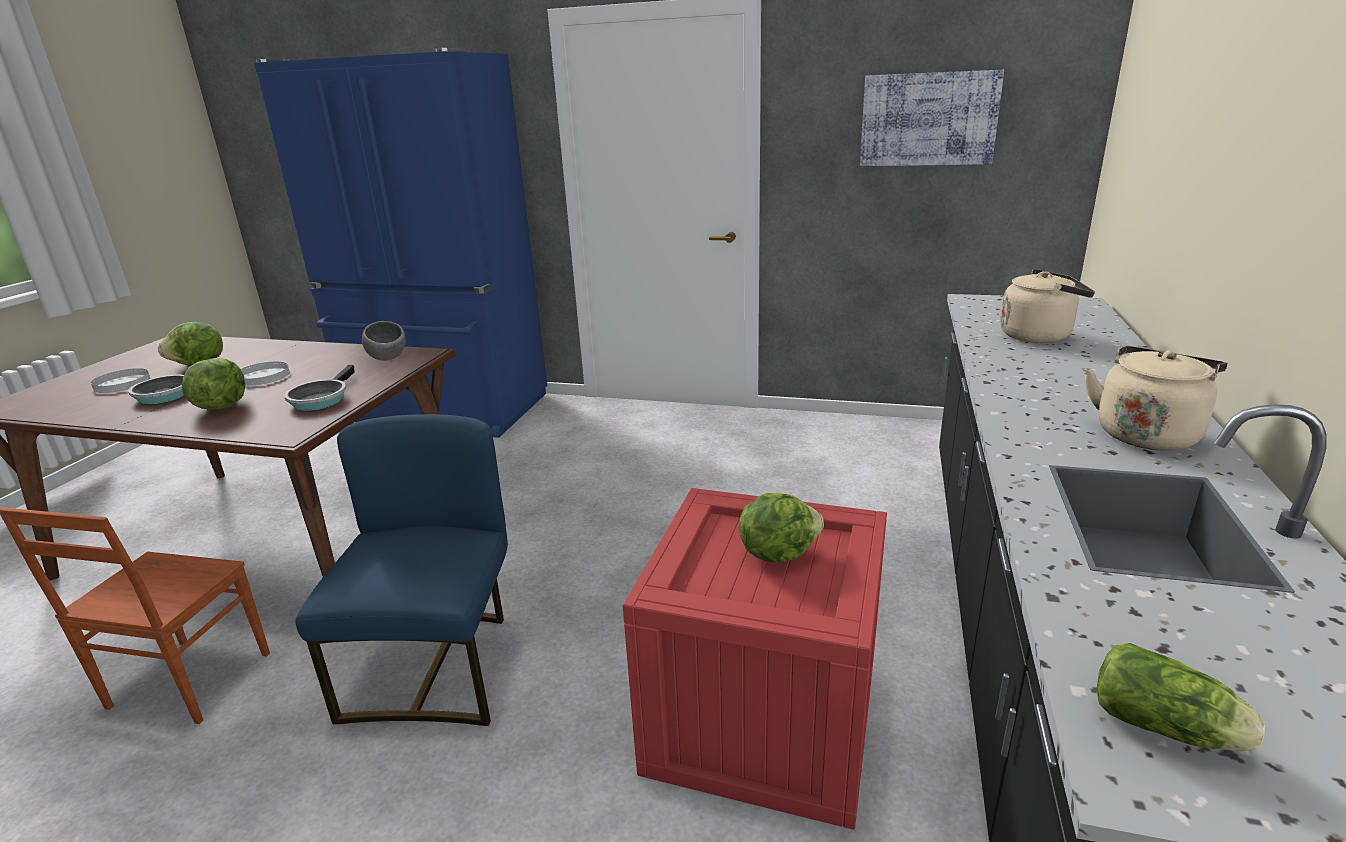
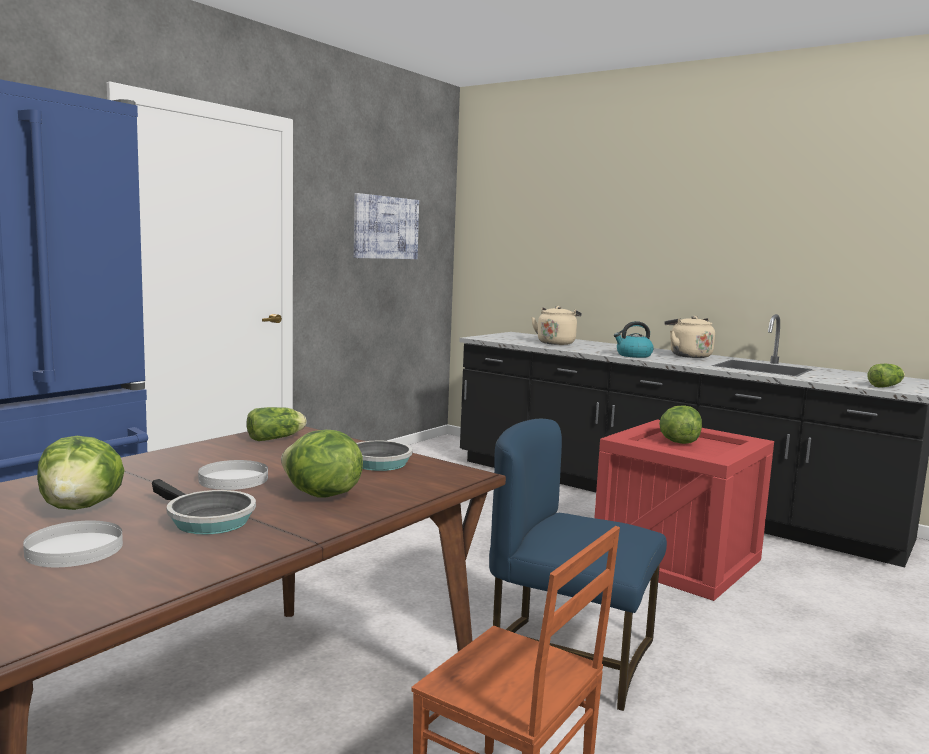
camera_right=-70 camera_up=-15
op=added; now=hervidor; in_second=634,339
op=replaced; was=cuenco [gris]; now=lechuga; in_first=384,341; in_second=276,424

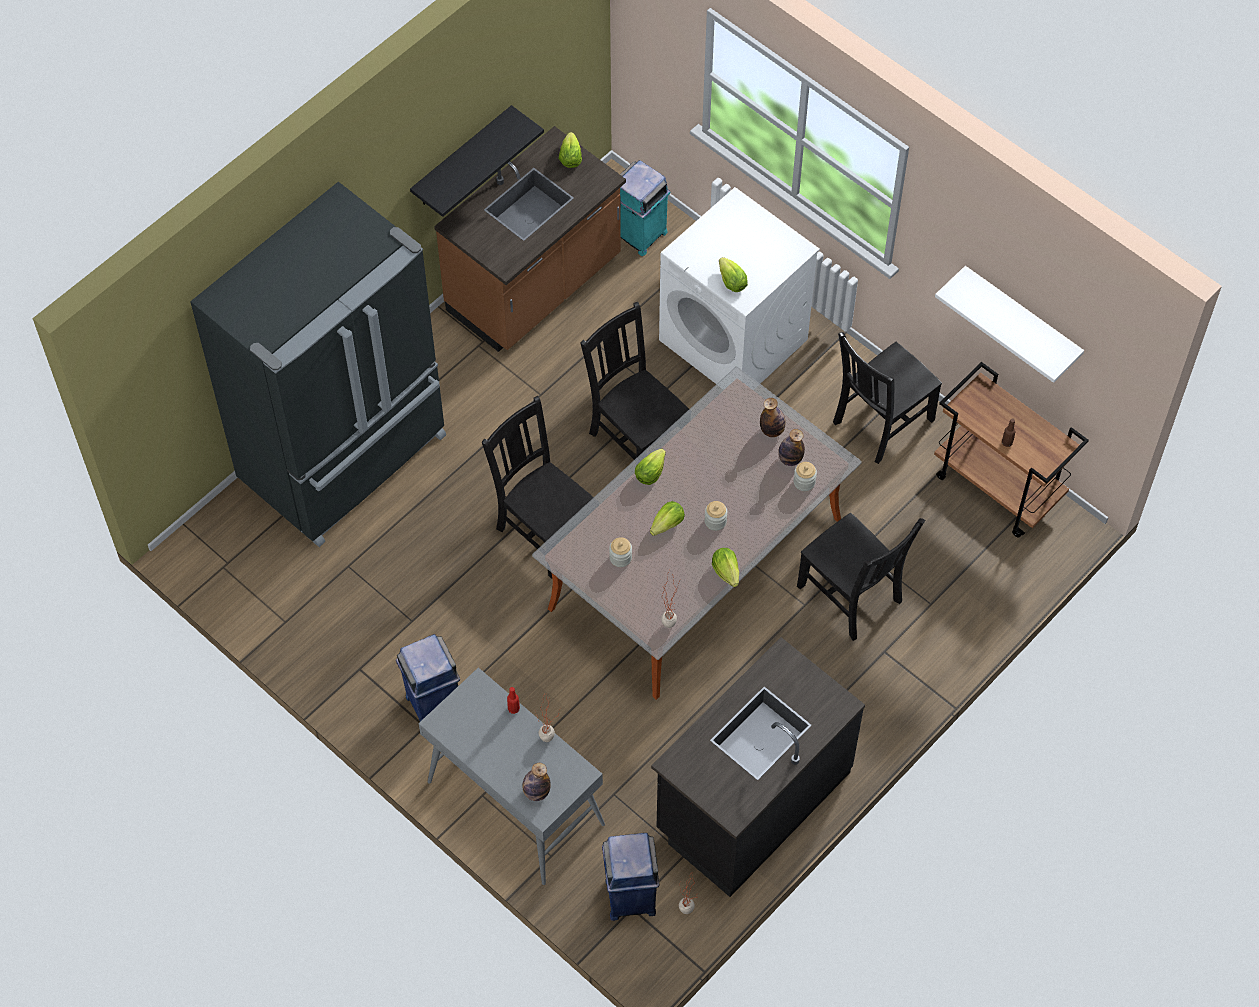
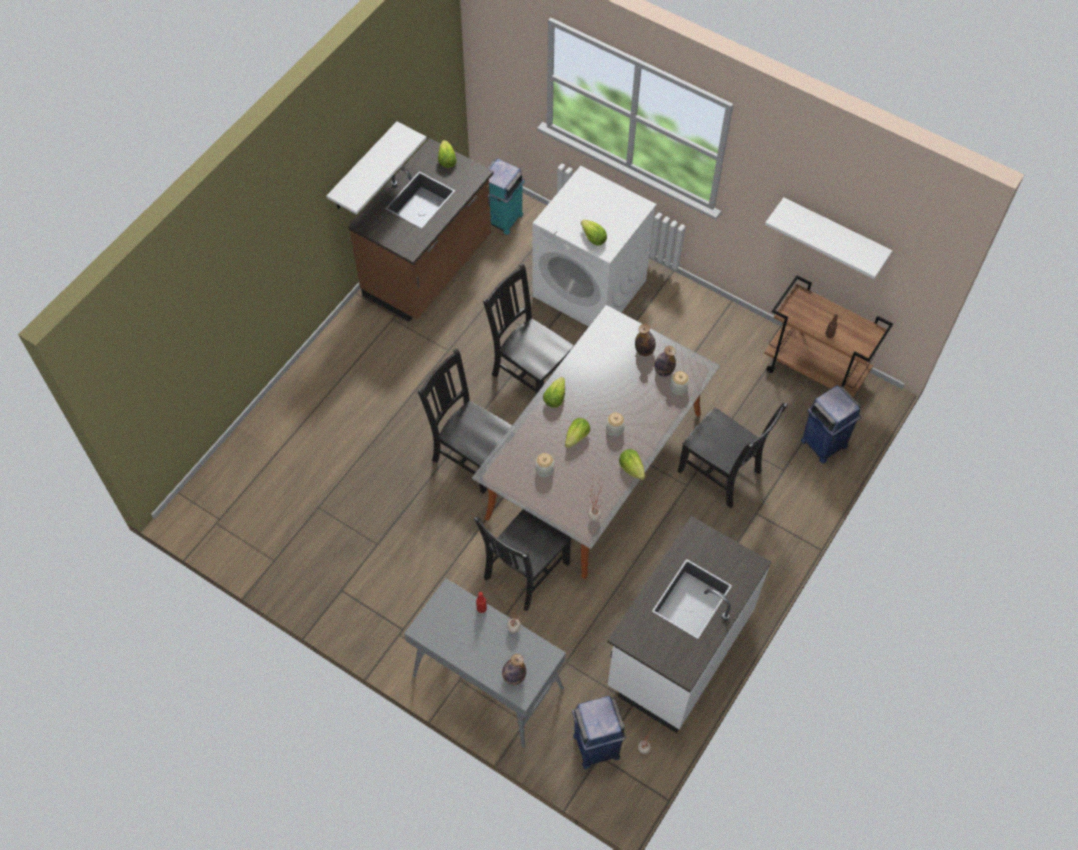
camera_right=-10 camera_up=0
op=removed; was=nevera [negro]; in_first=318,364
op=moved; was=papelera [azul]; in_first=428,677; in_second=831,424
op=moved; was=silla [negro]; in_first=887,398; in_second=522,560
op=recoloured; was=estante [negro]; now=estante [blanco]; in_first=477,161; in_second=376,168
op=recoloured; was=mueble bajo de cocina [negro]; now=mueble bajo de cocina [blanco]; in_first=758,767; in_second=689,624

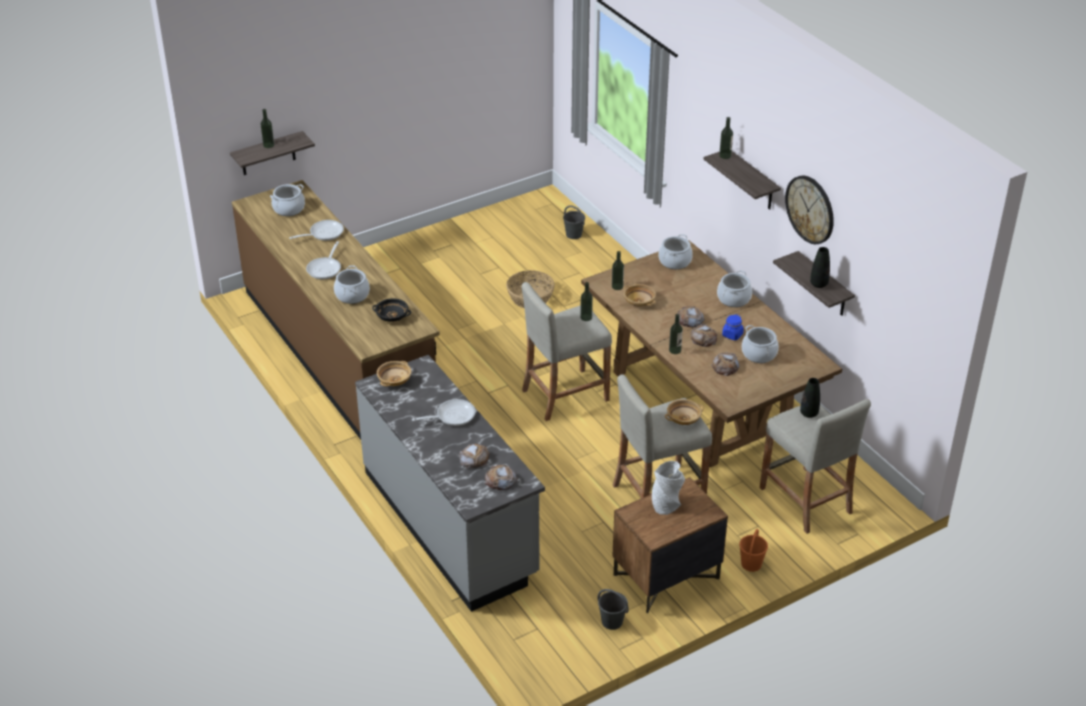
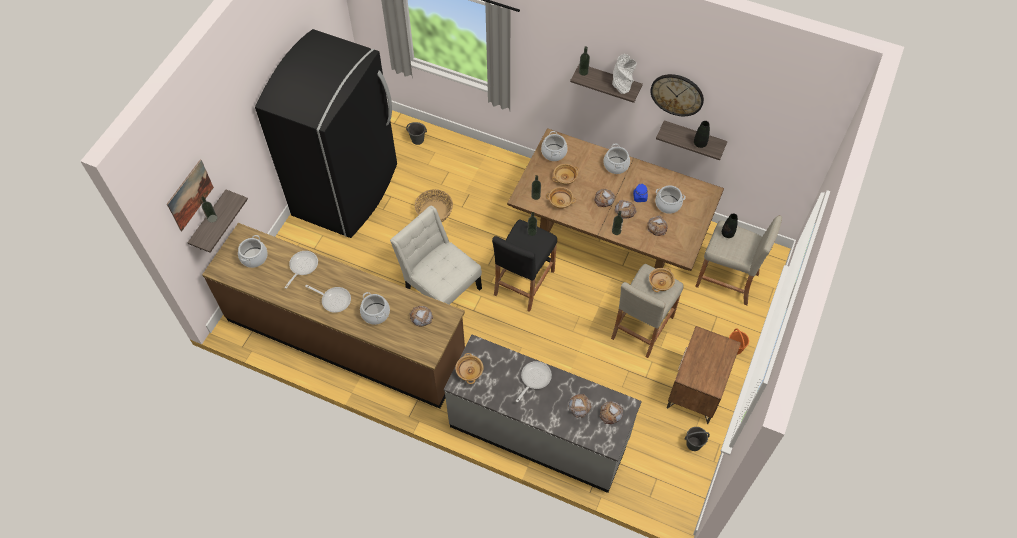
camera_right=-35 camera_up=20
op=added; now=cuadro; in_second=190,195
op=added; now=nevera [negro]; in_second=326,133
op=added; now=silla [blanco]; in_second=436,255
op=added; now=cuenco [beis]; in_second=565,174
op=moved; was=florero [gris]; in_first=668,488; in_second=624,74
op=replaced; was=cuenco [negro]; now=pan; in_first=391,310; in_second=421,316
op=recoloured; was=taburete [beis]; now=taburete [negro]; in_first=567,351; in_second=524,265
op=turned; was=sartén; in_first=323,260; in_second=328,299; clockwise=-45

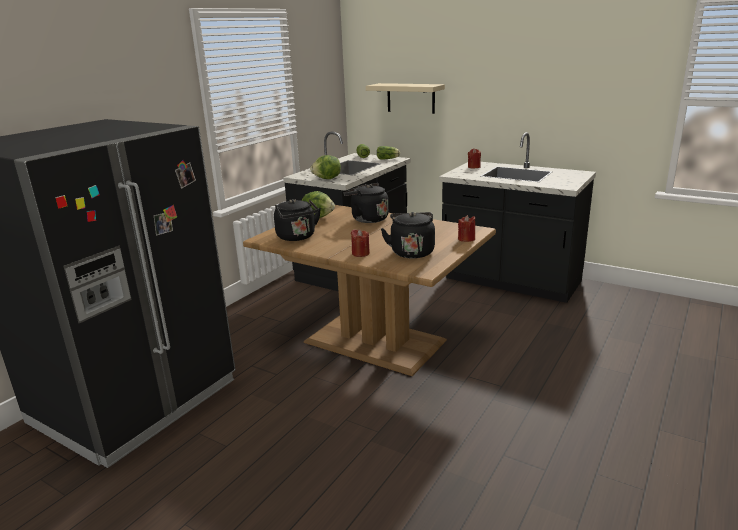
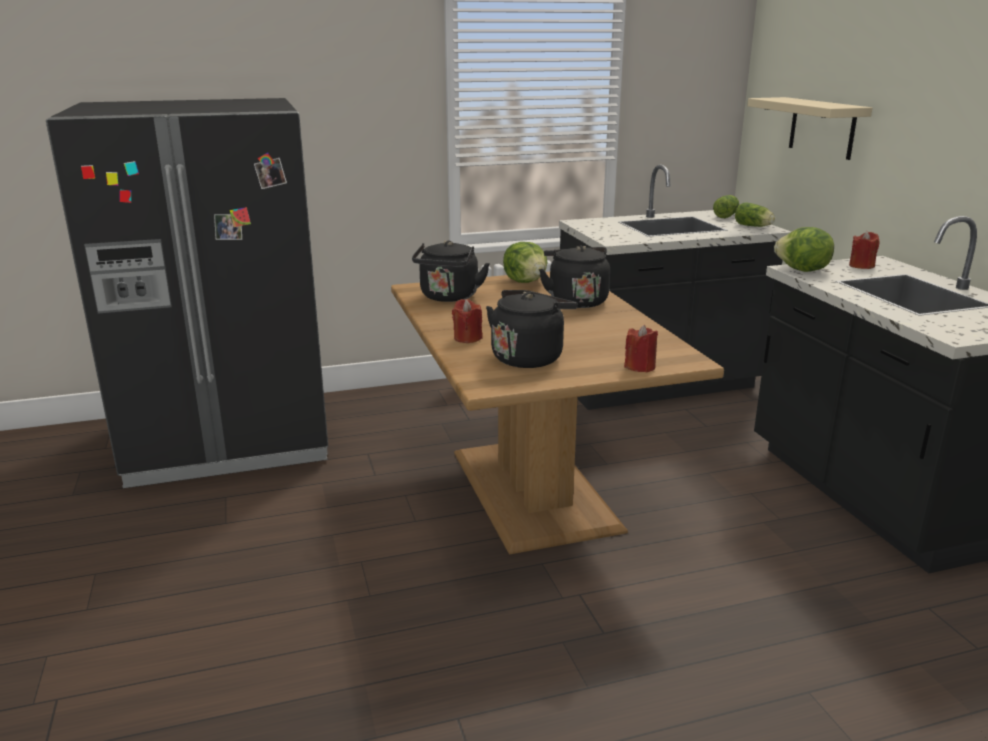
camera_right=40 camera_up=0
op=moved; was=lechuga; in_first=325,167; in_second=804,249

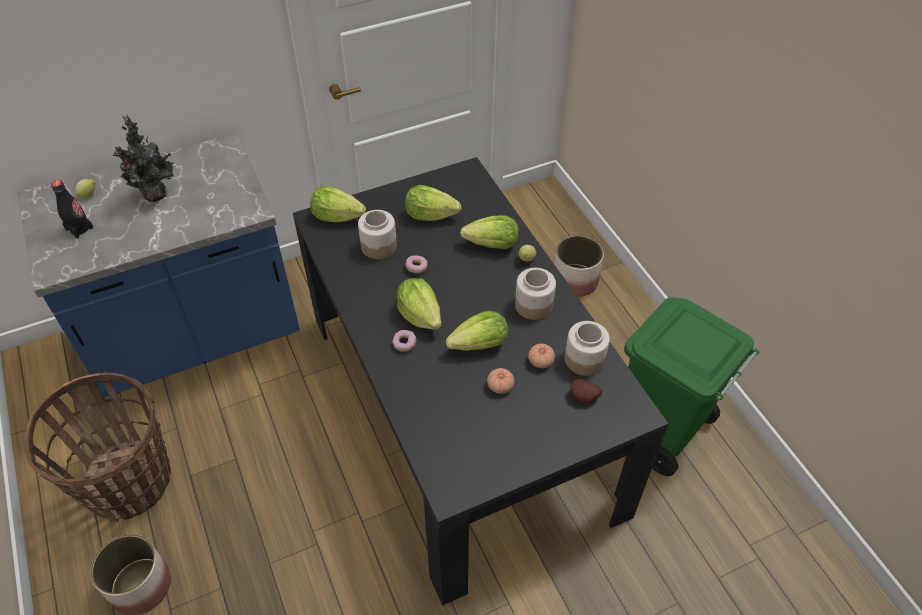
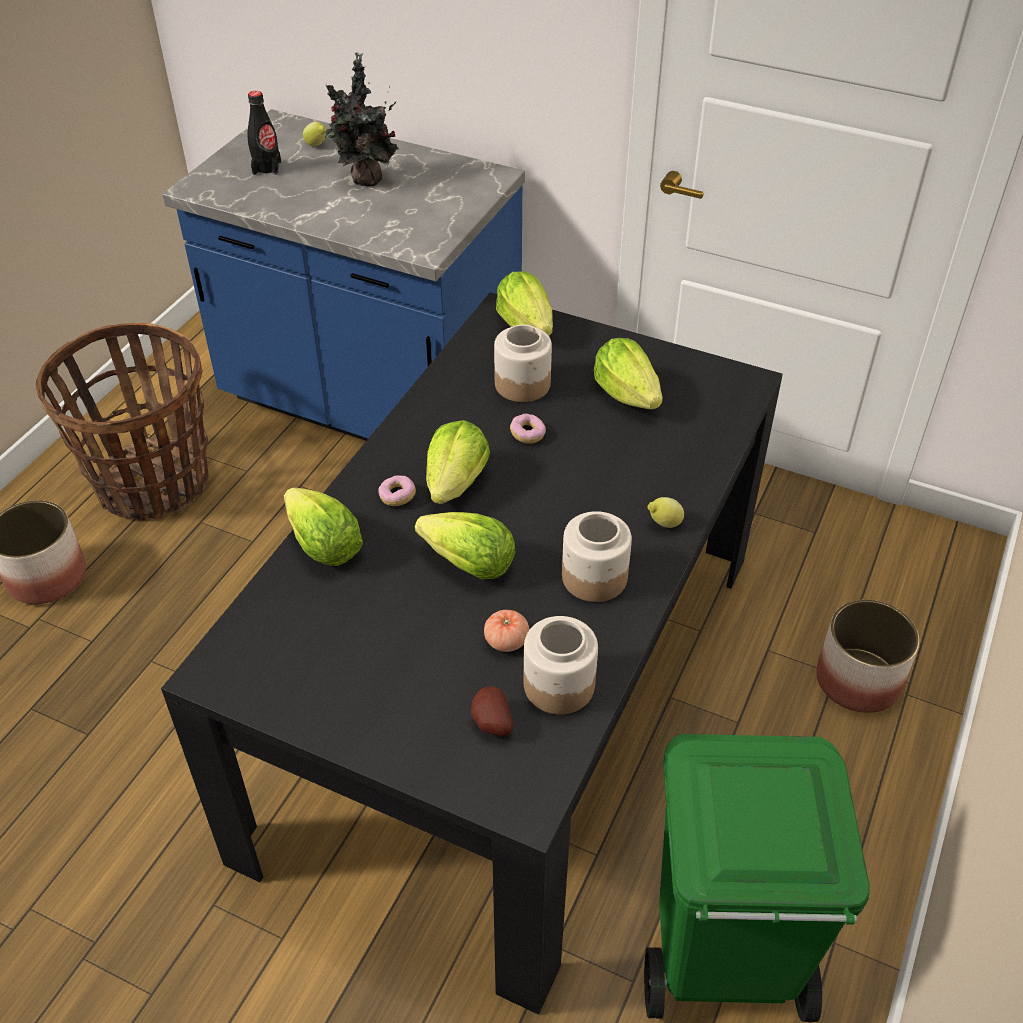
camera_right=50 camera_up=-5
op=removed; was=tomate; in_first=501,381
op=moved; was=lechuga; in_first=489,232; in_second=323,527

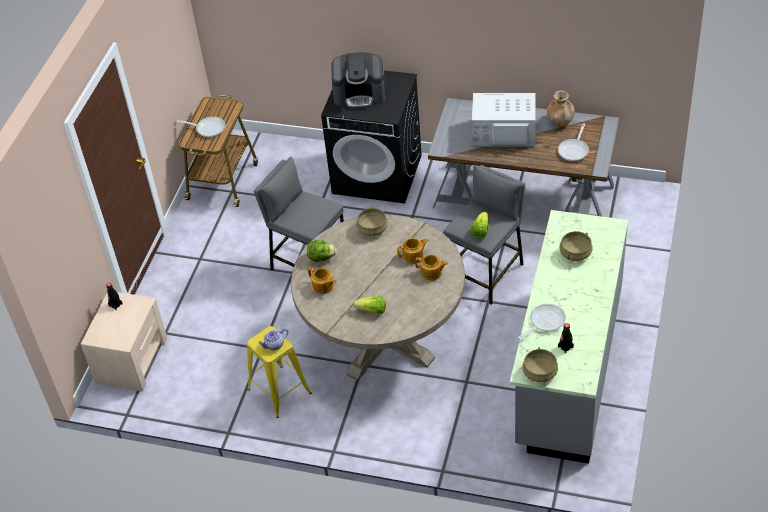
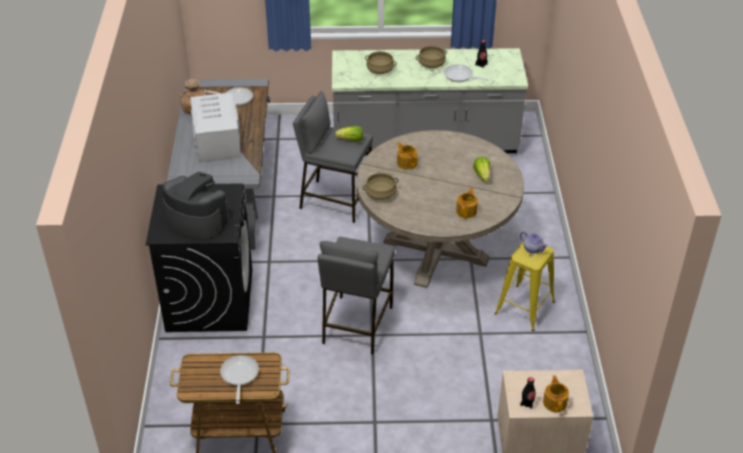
camera_right=-110 camera_up=-5
op=removed; was=lechuga; in_first=322,251
op=moved; was=tetera; in_first=431,268; in_second=556,393
op=moved; was=olla [beis]; in_first=540,364; in_second=431,57
op=turned; was=cafetera; in_first=358,80; in_second=196,205; clockwise=-45

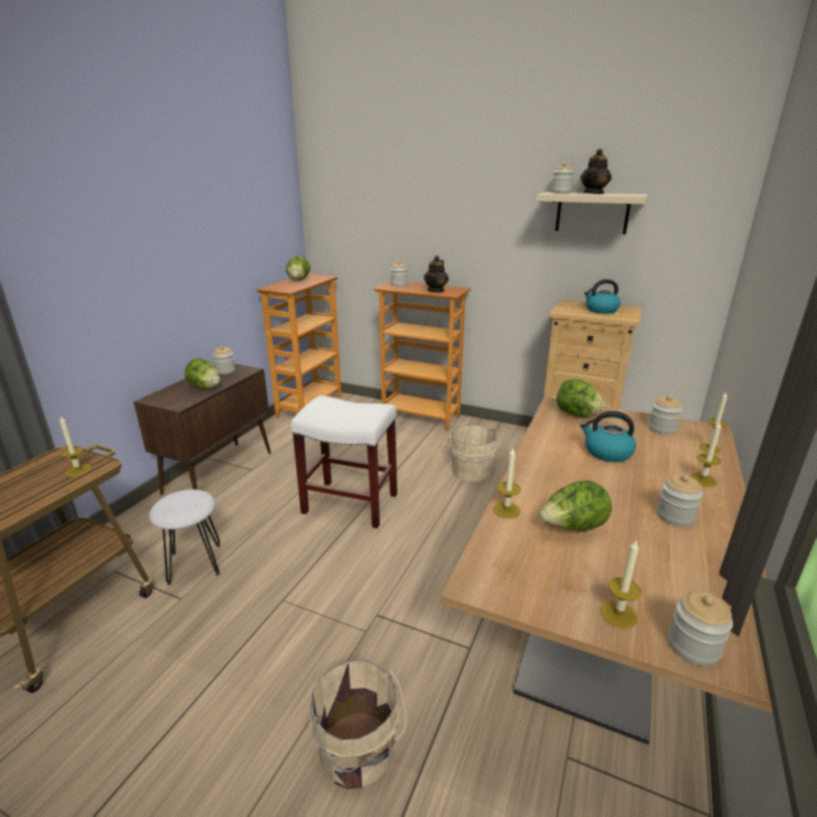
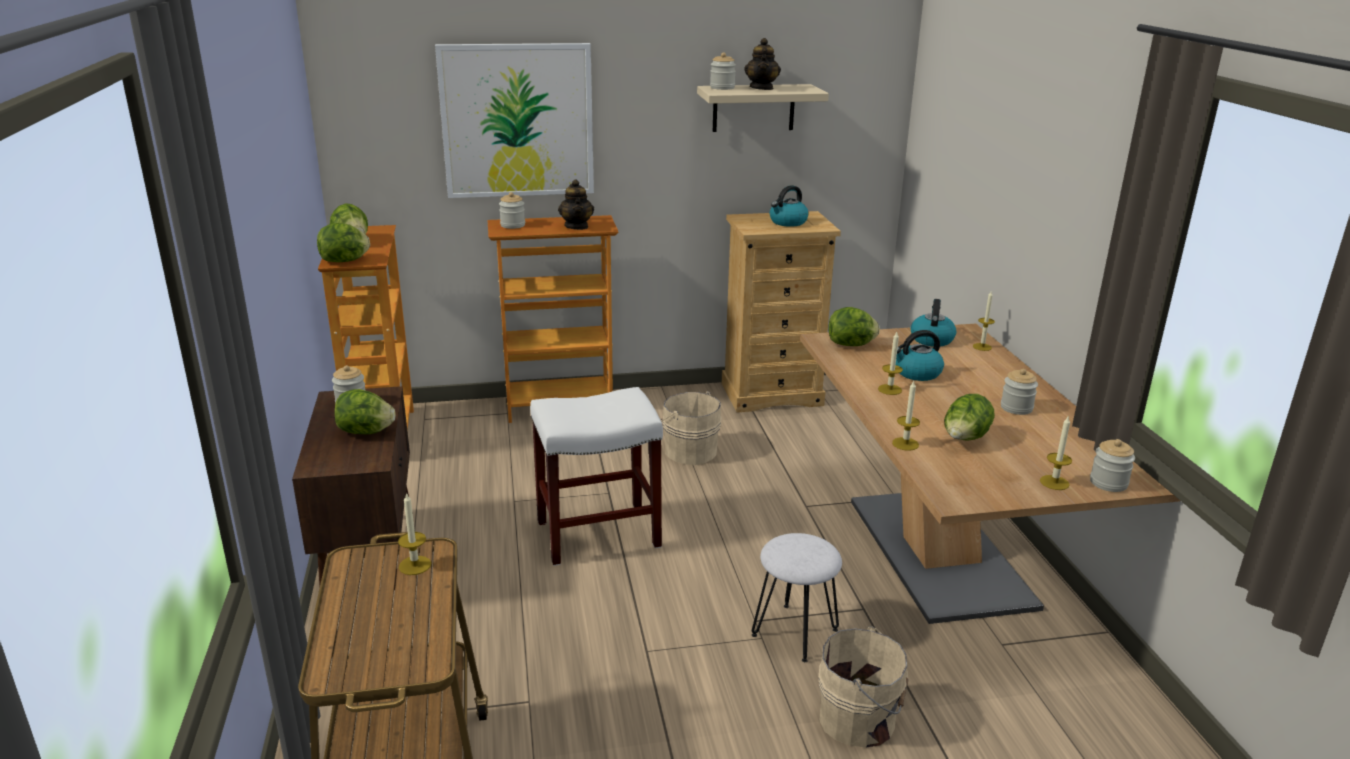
camera_right=-35 camera_up=0
op=added; now=lechuga; in_second=343,242
op=added; now=cuadro; in_second=514,120
op=moved; was=taburete [blanco]; in_first=185,537; in_second=797,597
op=moved; was=vela; in_first=705,454; in_second=890,363
op=replaced; was=tarro; now=hervidor; in_first=666,415; in_second=933,323

